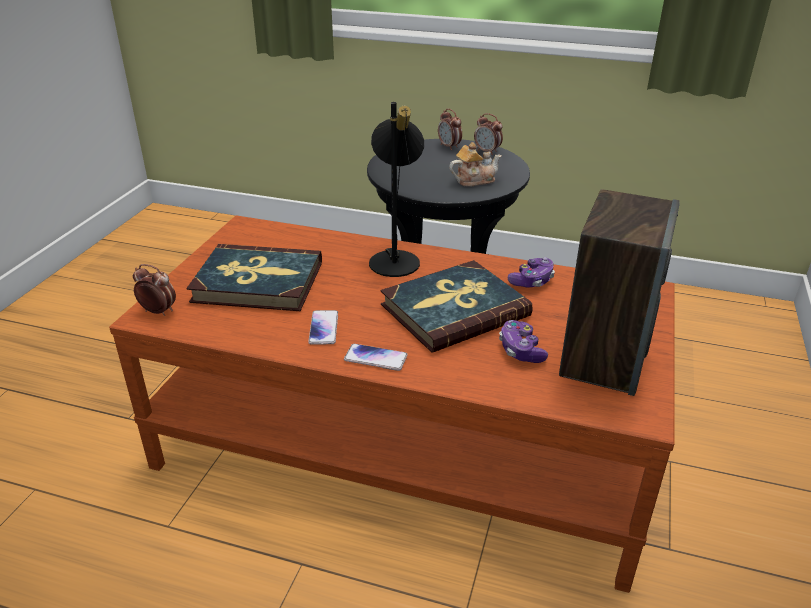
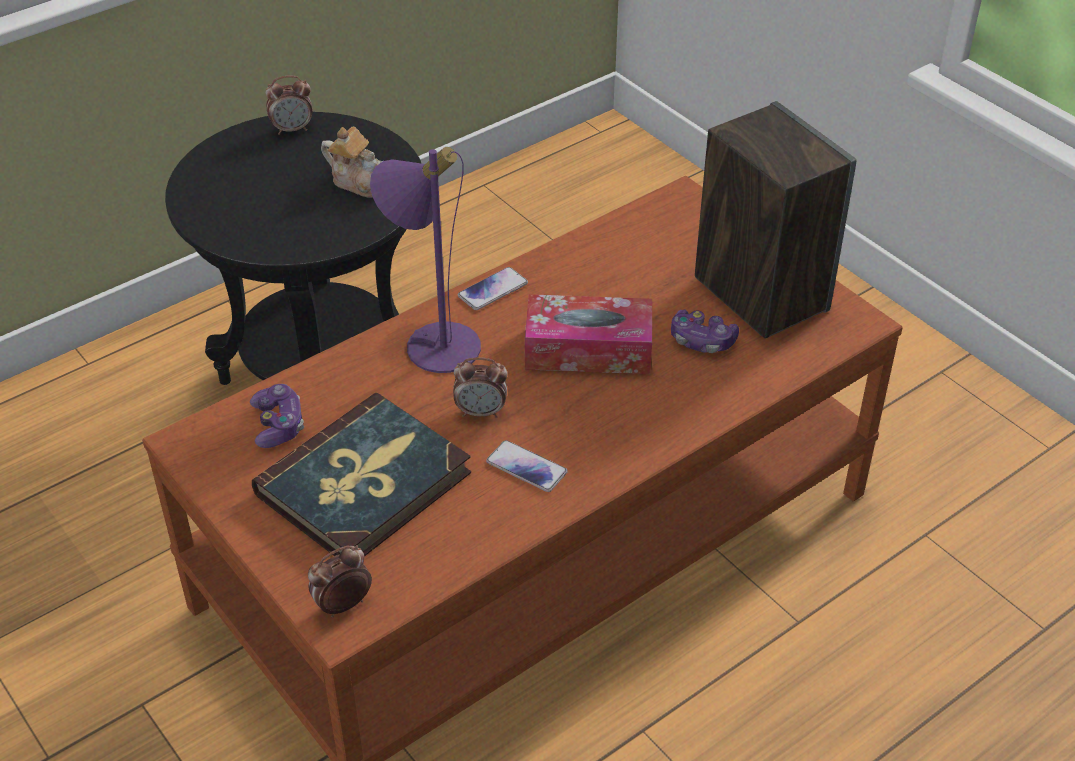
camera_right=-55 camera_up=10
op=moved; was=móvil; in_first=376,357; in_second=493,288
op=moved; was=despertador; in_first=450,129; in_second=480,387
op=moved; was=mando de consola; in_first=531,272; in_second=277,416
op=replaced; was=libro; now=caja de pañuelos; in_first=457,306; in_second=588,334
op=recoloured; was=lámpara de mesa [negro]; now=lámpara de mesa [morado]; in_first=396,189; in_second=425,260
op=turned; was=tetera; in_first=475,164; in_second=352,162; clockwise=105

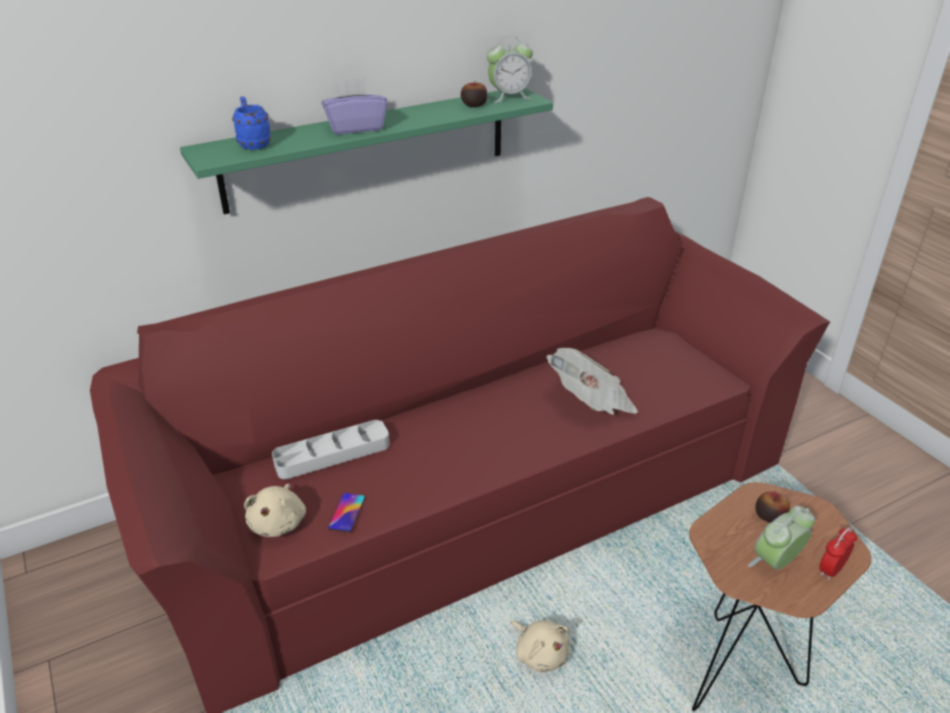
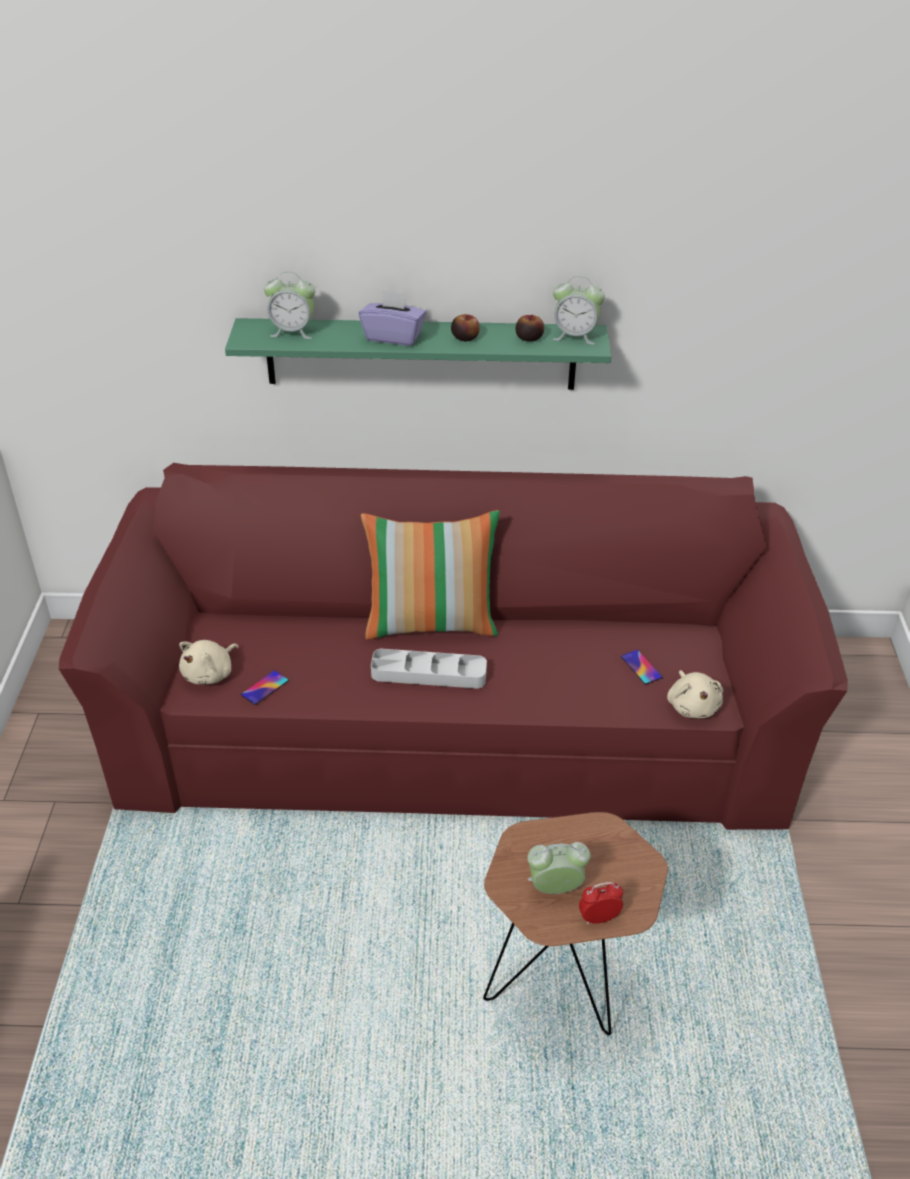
camera_right=30 camera_up=5
op=removed; was=periódico; in_first=592,381
op=added; now=cojín; in_second=430,574
op=added; now=móvil; in_second=642,667
op=moved; was=bandeja [gris]; in_first=331,449; in_second=429,669
op=moved; was=peluche [beis]; in_first=540,646; in_second=695,694
op=moved; was=manzana; in_first=772,507; in_second=465,327
op=replaced; was=taza grande [azul]; now=despertador; in_first=251,123; in_second=289,305

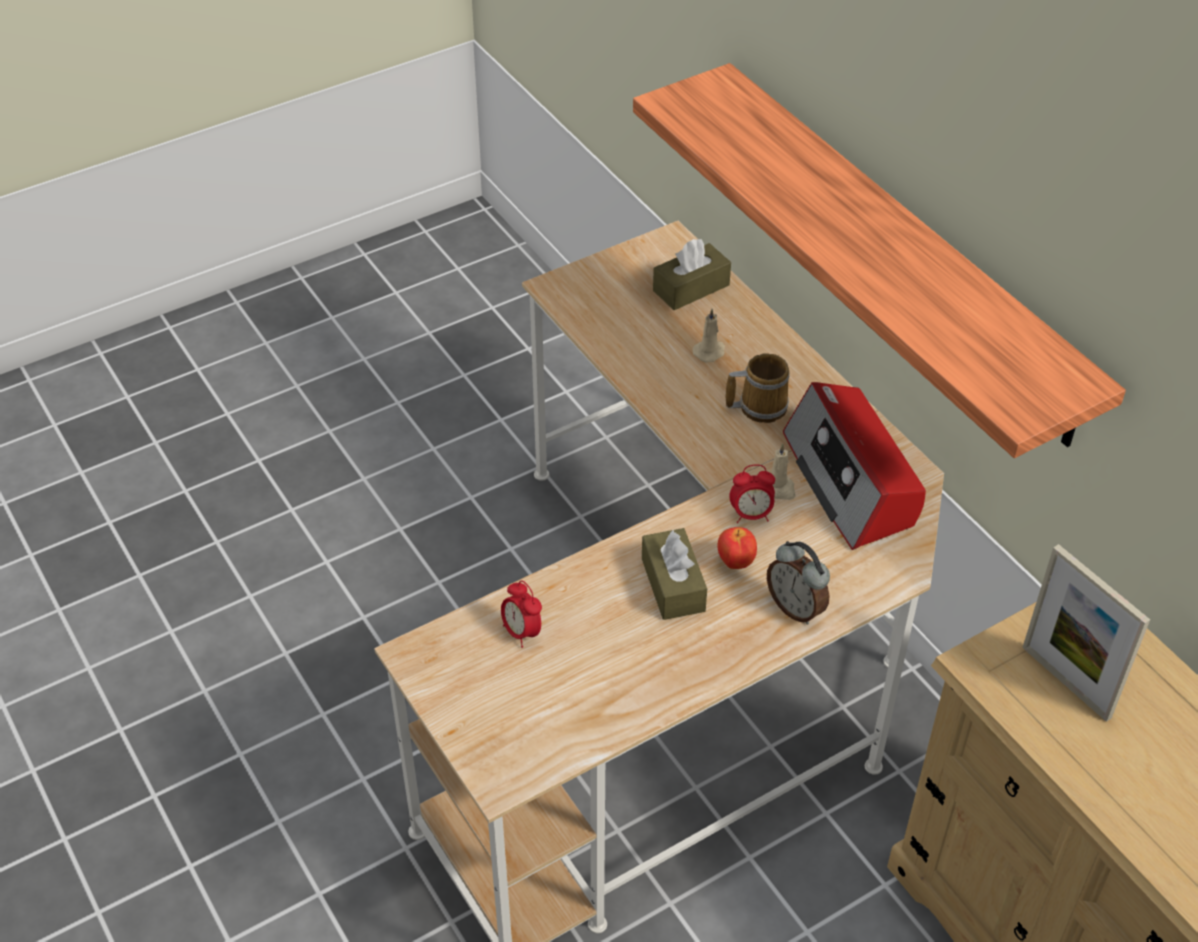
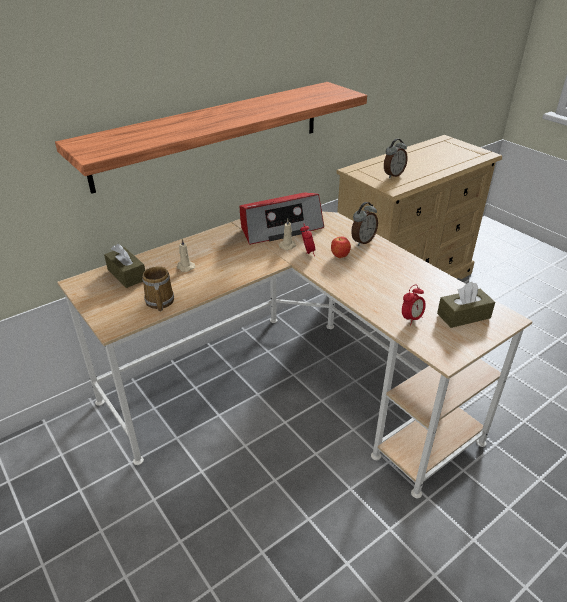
camera_right=-95 camera_up=-10
op=moved; was=caja de pañuelos [marrón]; in_first=674,574; in_second=466,305
op=moved; was=taza grande; in_first=757,388; in_second=158,289
op=replaced; was=portarretratos; now=despertador; in_first=1086,633; in_second=396,158

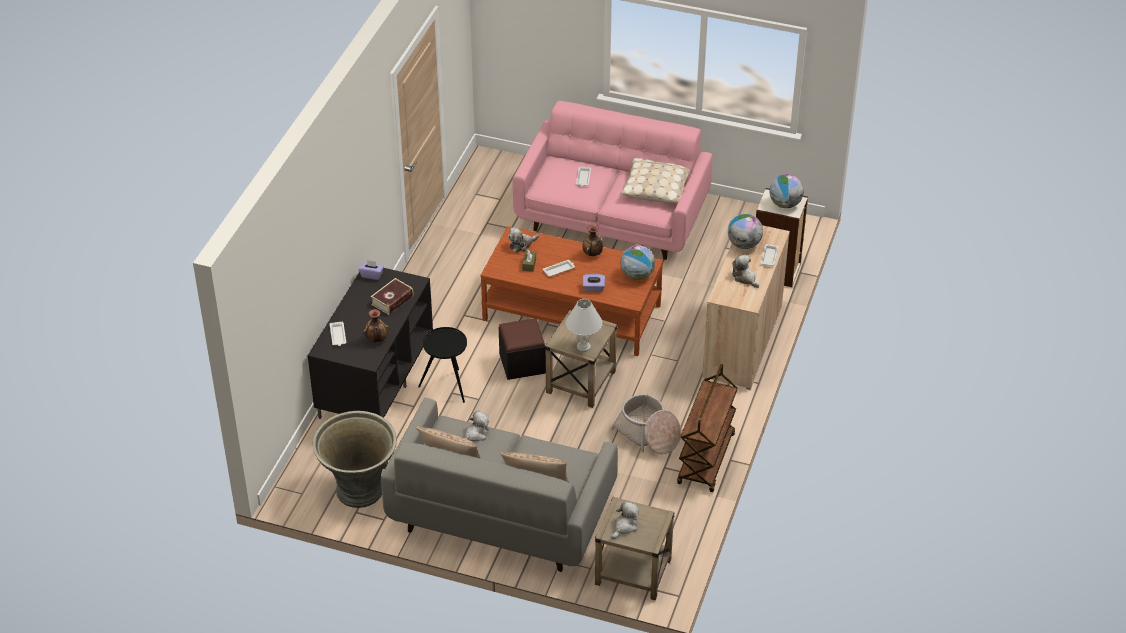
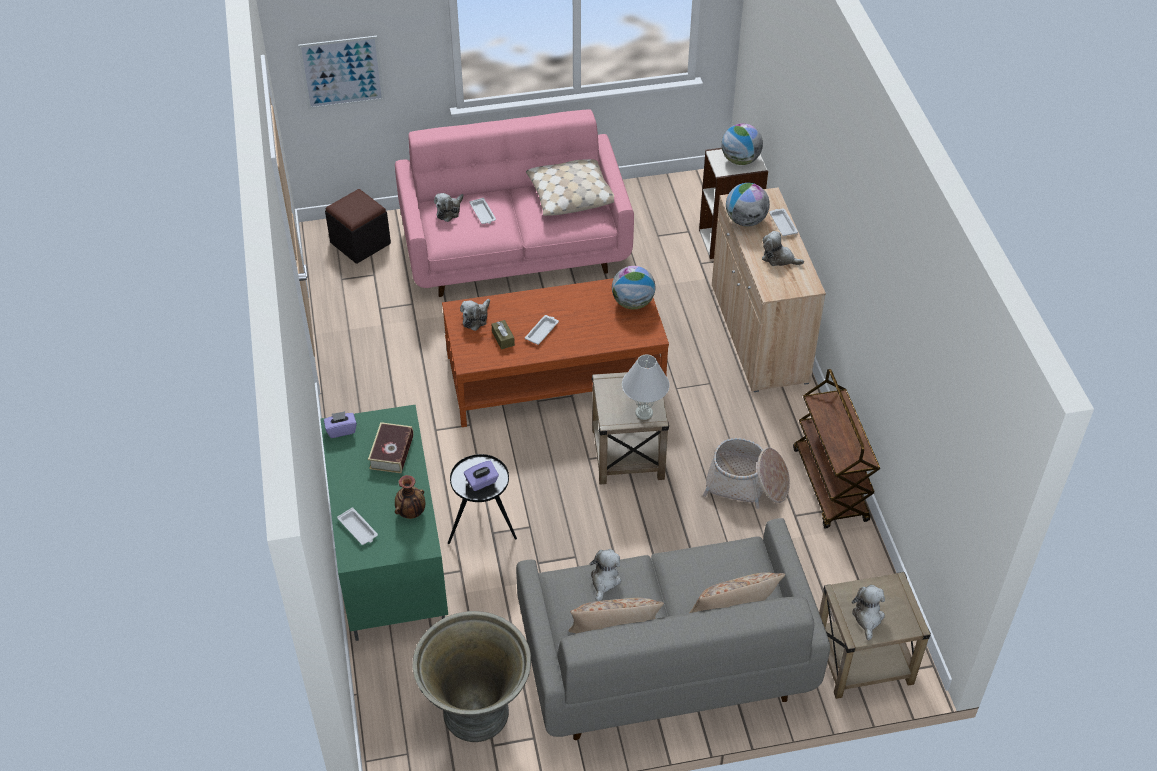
camera_right=-30 camera_up=5
op=removed; was=florero; in_first=592,240
op=added; now=cuadro; in_second=341,72
op=added; now=peluche; in_second=448,207
op=moved; was=puf [negro]; in_first=522,349; in_second=358,226
op=moved; was=caja de pañuelos [morado]; in_first=594,283; in_second=481,476
op=recoloured; was=mueble de televisión [negro]; now=mueble de televisión [verde]; in_first=370,343; in_second=384,523

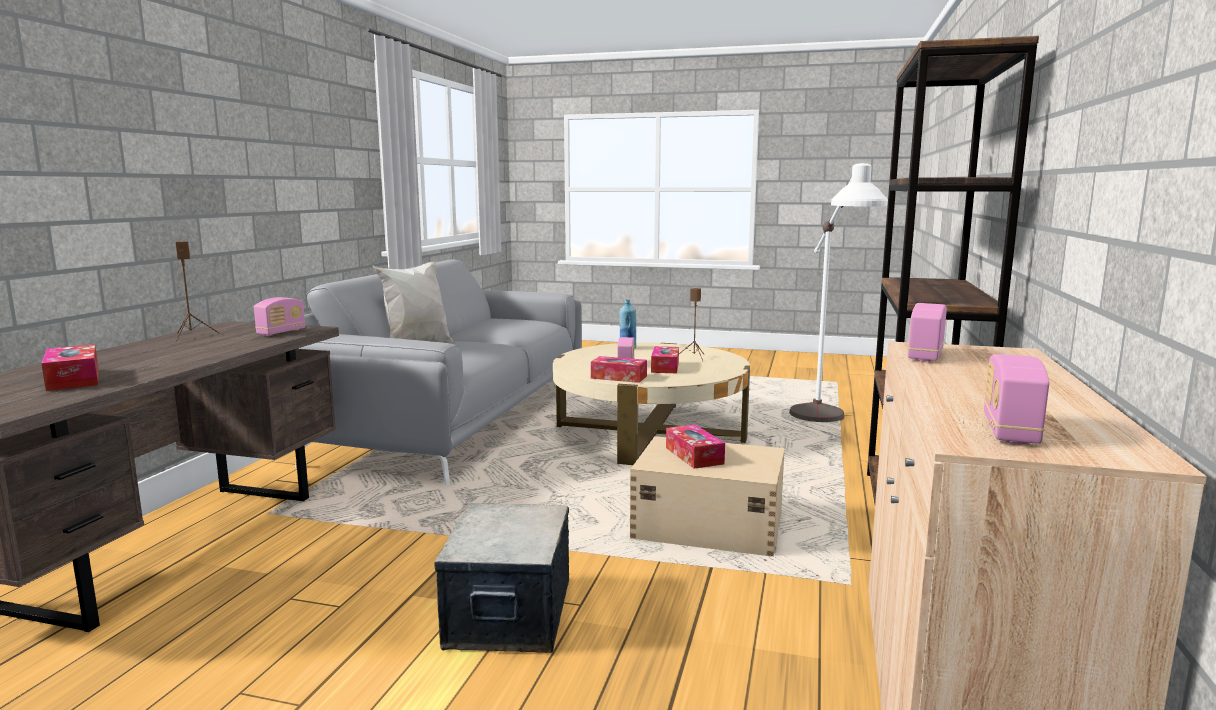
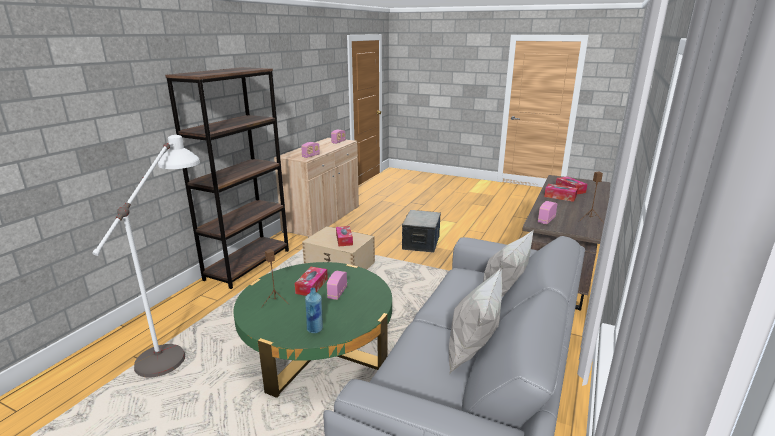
camera_right=-170 camera_up=10
op=added; now=cojín [blanco]; in_second=475,320
op=moved; was=caja de pañuelos; in_first=619,369; in_second=561,193
op=recoloured; was=mesa de centro [beis]; now=mesa de centro [verde]; in_first=651,403; in_second=312,330

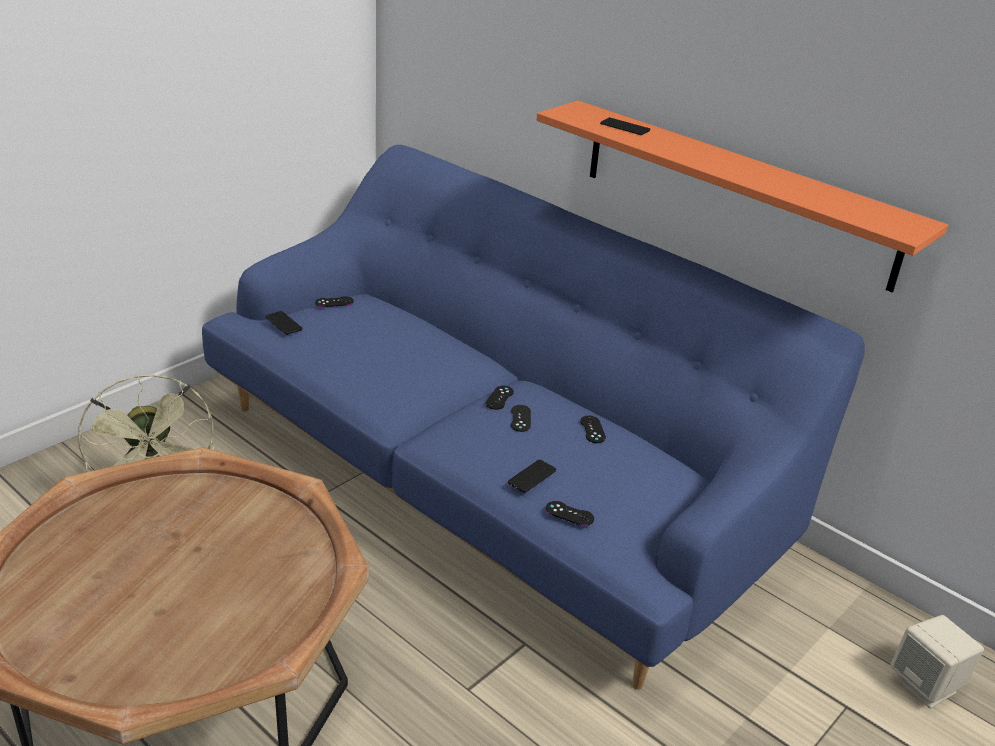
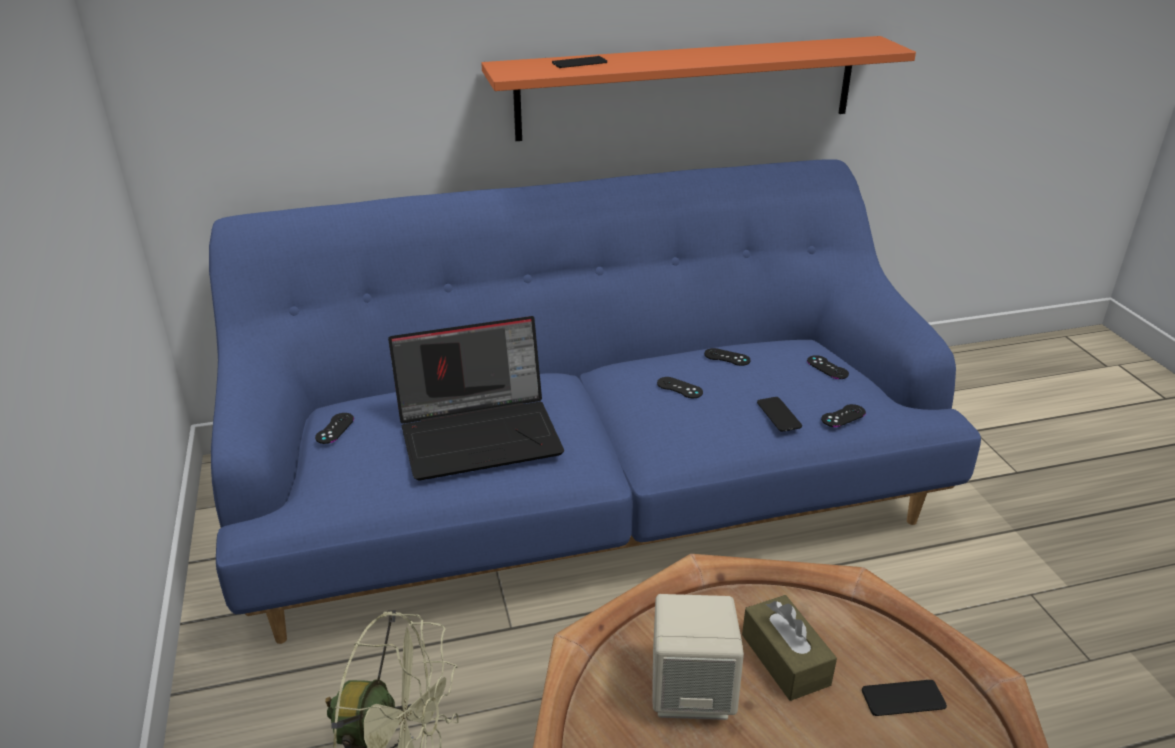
camera_right=-55 camera_up=0
op=added; now=portátil; in_second=476,398
op=added; now=caja de pañuelos [marrón]; in_second=789,648
op=moved; was=móvil; in_first=284,323; in_second=904,698
op=moved; was=mando de consola [negro]; in_first=499,398; in_second=828,367
op=moved; was=altavoz [beis]; in_first=937,661; in_second=698,657

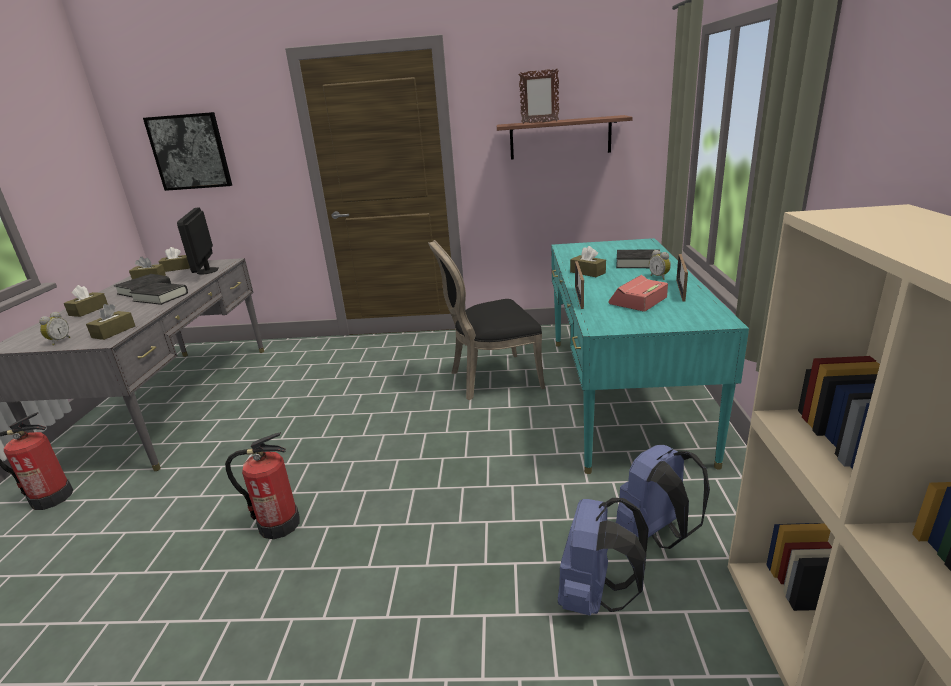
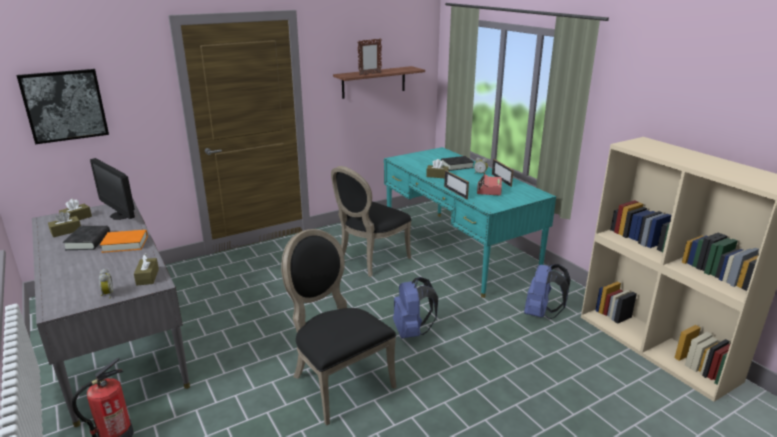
camera_right=-35 camera_up=0
op=removed; was=caja de pañuelos [marrón]; in_first=86,301
op=moved; was=mochila [azul]; in_first=603,556; in_second=415,308
op=replaced; was=extintor; now=silla [negro]; in_first=262,485; in_second=339,327
op=recoloured; was=libro [negro]; now=libro [naranja]; in_first=158,293; in_second=124,241

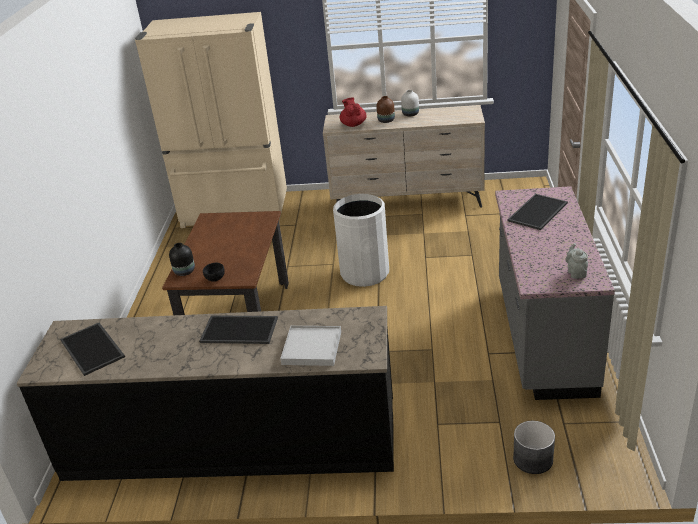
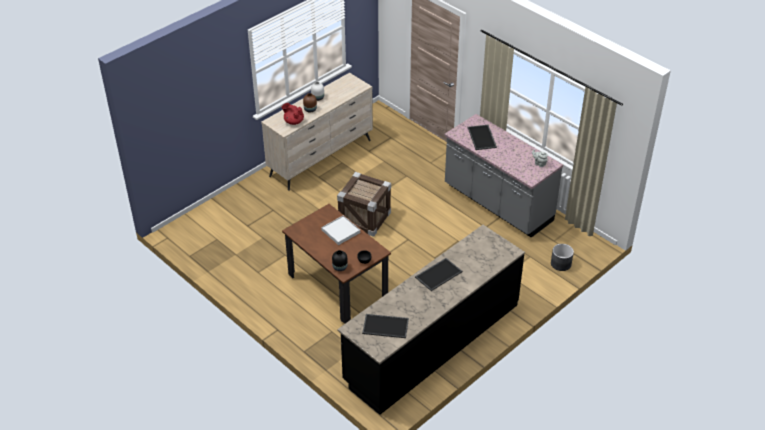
camera_right=-50 camera_up=10
op=removed; was=nevera [beis]; in_first=211,120
op=moved; was=bandeja [blanco]; in_first=310,346; in_second=340,230
op=replaced; was=papelera [blanco]; now=caja de embalaje; in_first=361,240; in_second=364,204

